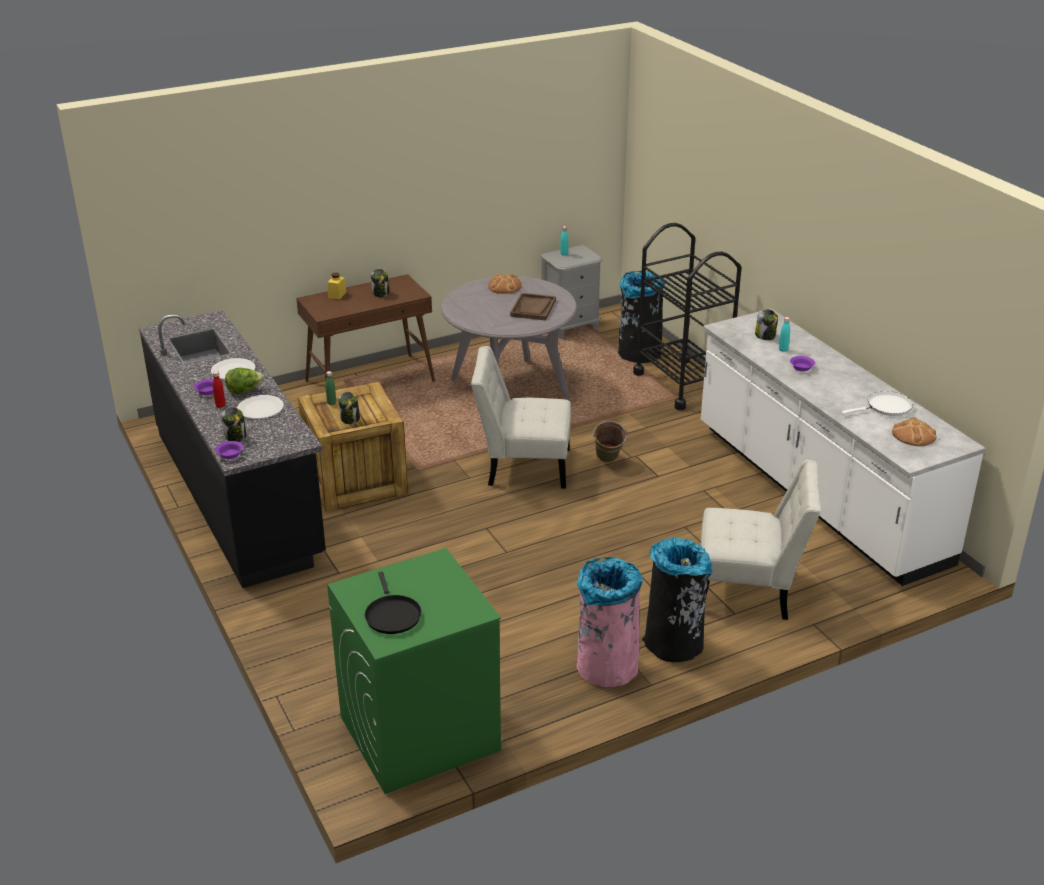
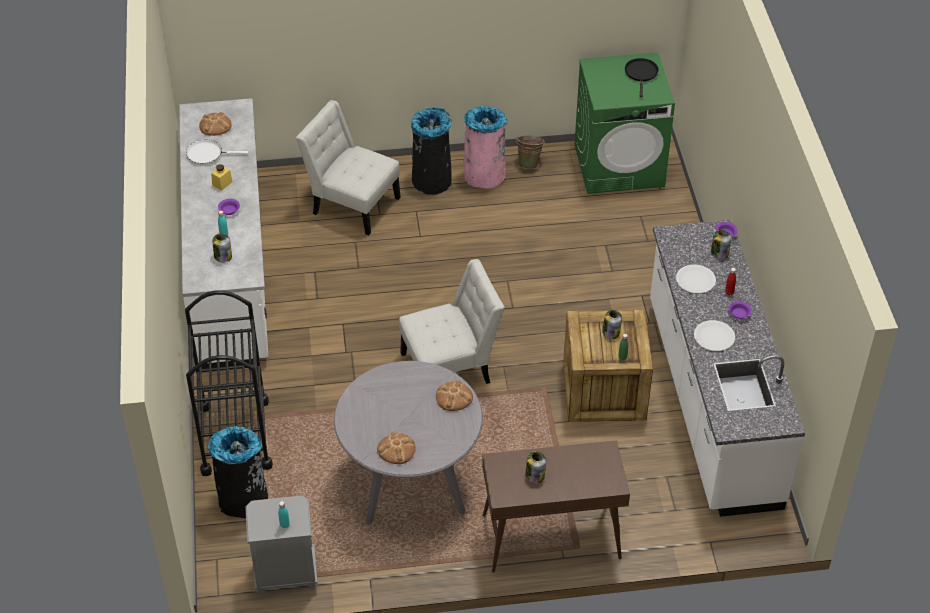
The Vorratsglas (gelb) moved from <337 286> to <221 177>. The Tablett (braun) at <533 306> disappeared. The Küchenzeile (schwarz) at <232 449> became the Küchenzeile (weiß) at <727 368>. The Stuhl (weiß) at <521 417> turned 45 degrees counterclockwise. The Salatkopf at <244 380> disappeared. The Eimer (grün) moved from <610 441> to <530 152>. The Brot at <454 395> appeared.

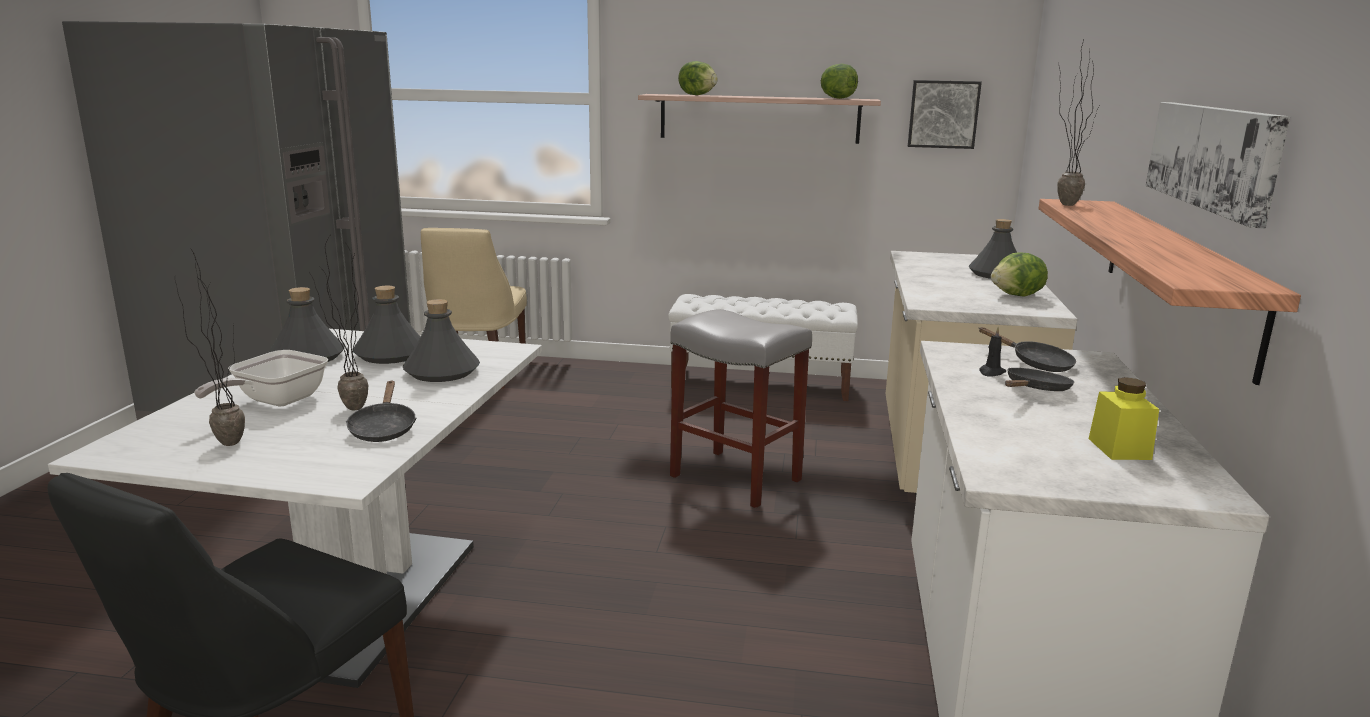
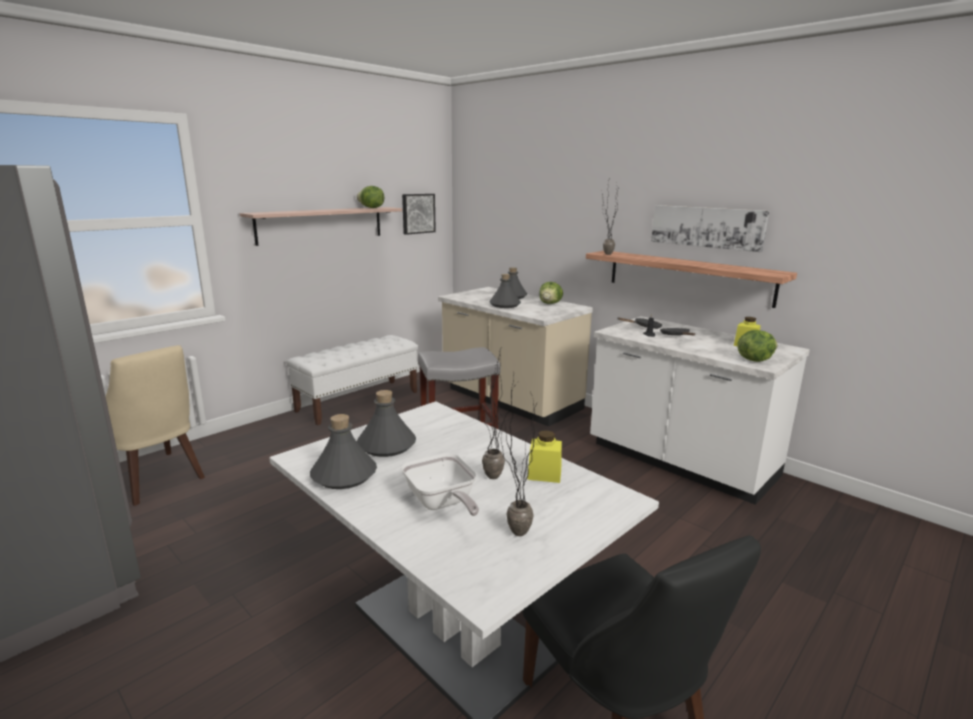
The Salatkopf moved from <698 78> to <757 346>. The Flasche (grau) moved from <441 340> to <505 291>. The Pfanne (schwarz) at <381 411> was replaced by the Vorratsglas (gelb) at <544 456>.

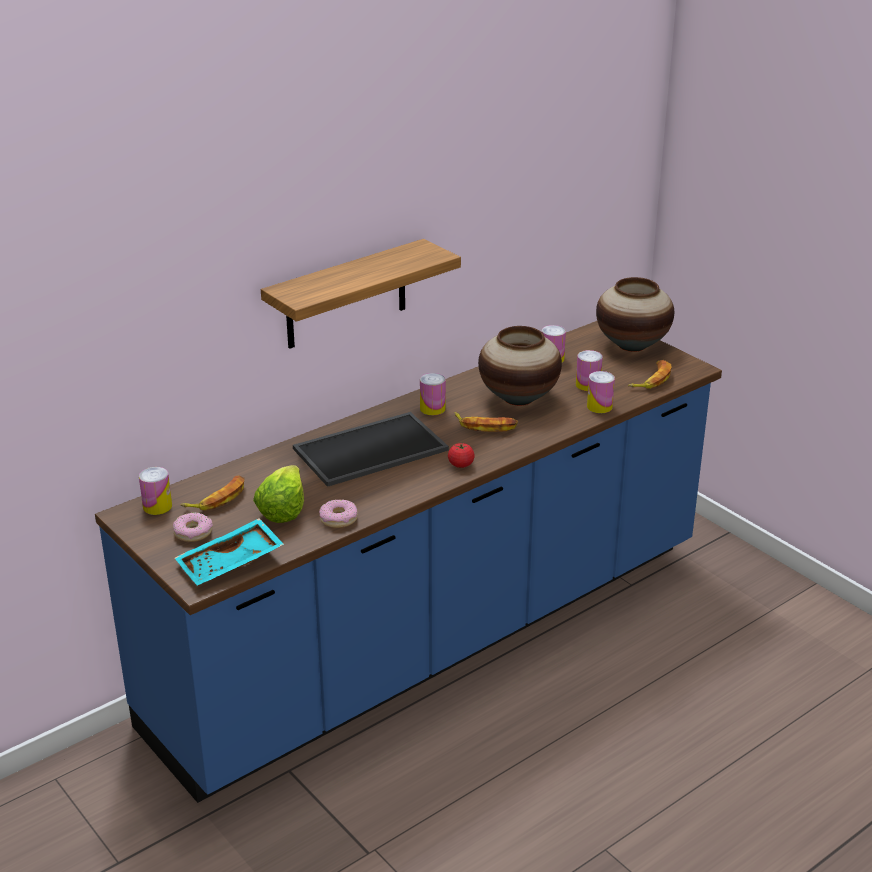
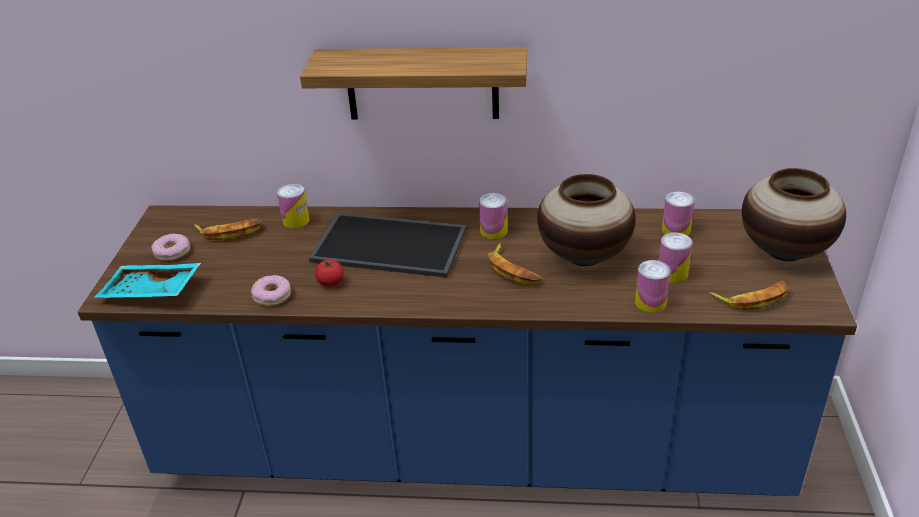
The Tomate moved from <461 455> to <329 273>. The Salatkopf at <278 494> disappeared. The Dose moved from <155 491> to <293 206>.

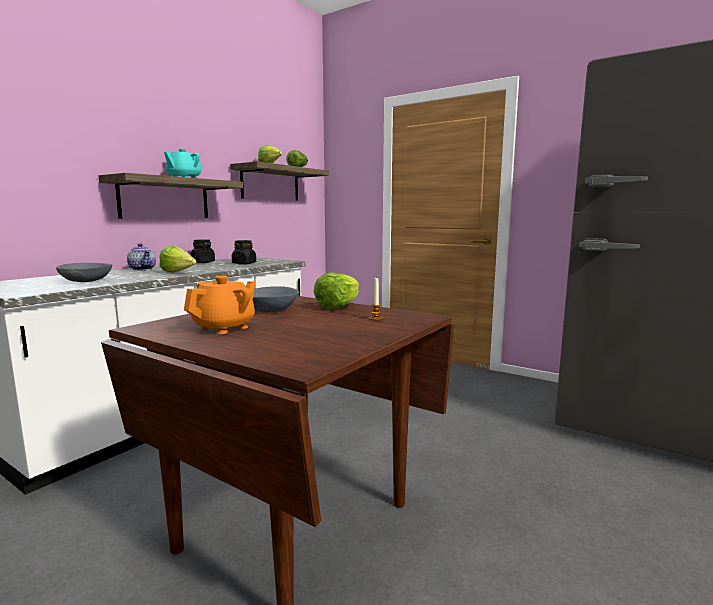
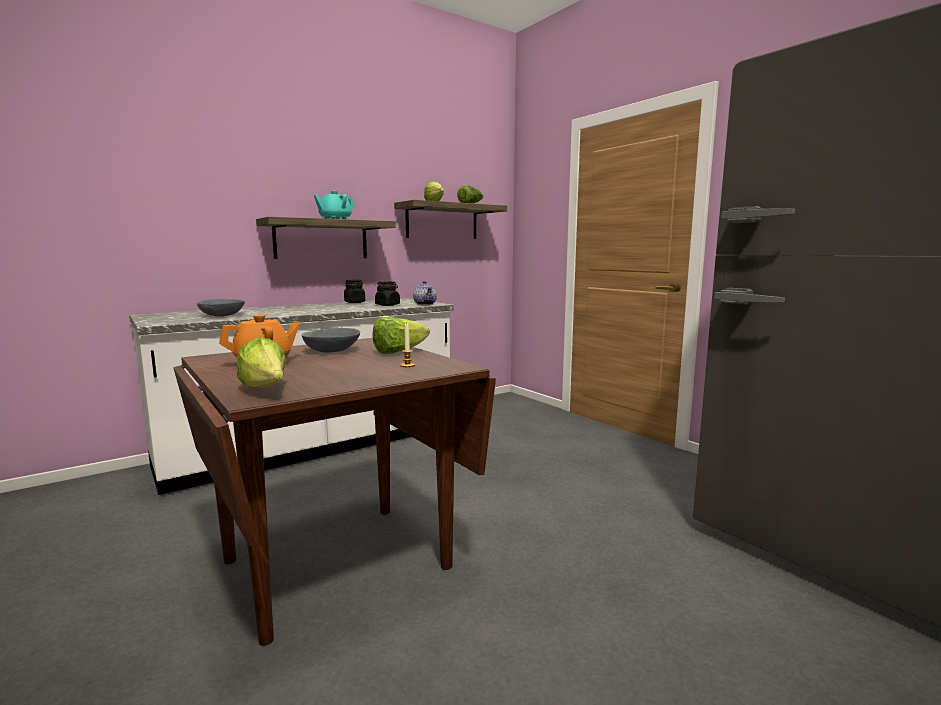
The Teekanne moved from <141 257> to <425 293>. The Salatkopf moved from <178 259> to <262 362>.

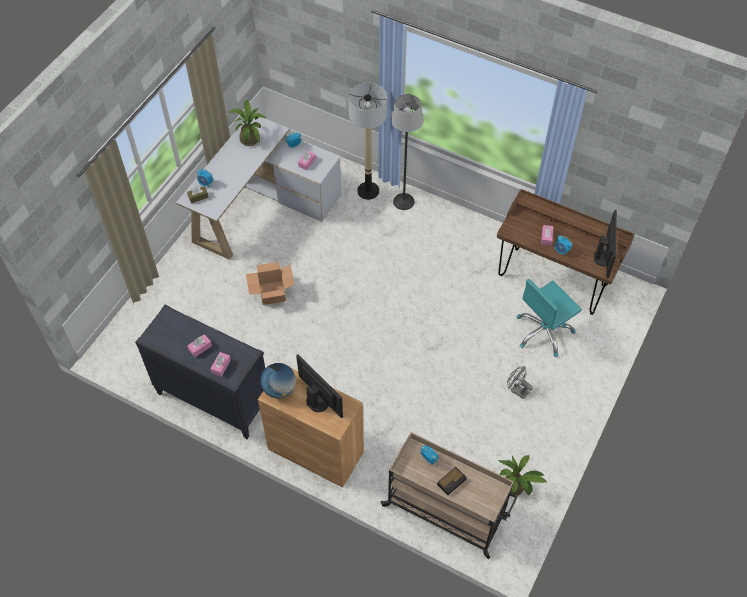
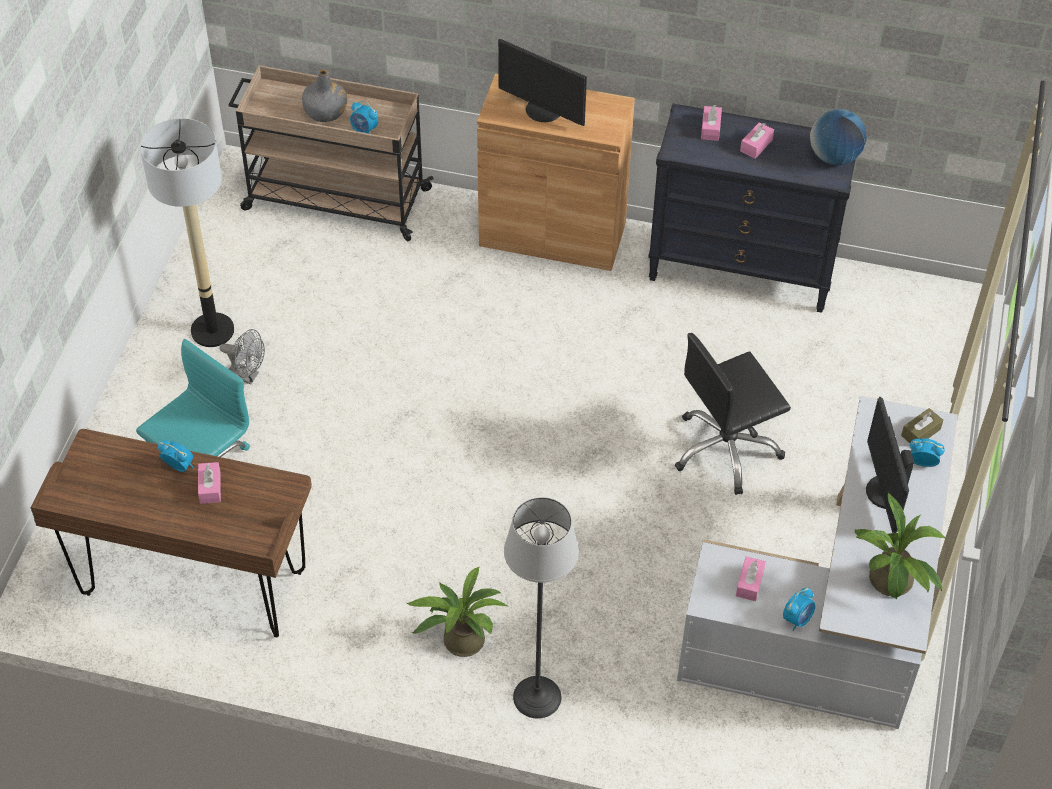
The Stehlampe moved from <367 141> to <187 232>. The Monitor moved from <605 244> to <890 465>. The Karton at <270 283> was replaced by the Bürostuhl (schwarz) at <733 414>. The Globus moved from <278 381> to <838 137>. The Topfpflanze moved from <523 475> to <458 612>. The Wecker at <452 481> was replaced by the Flasche (grau) at <324 95>.

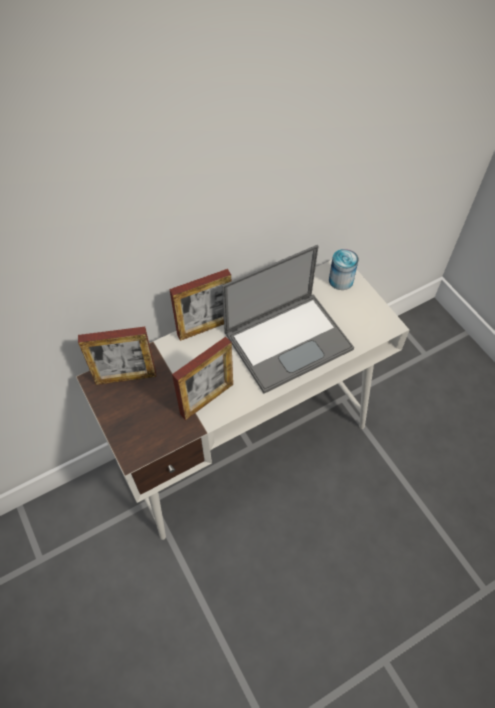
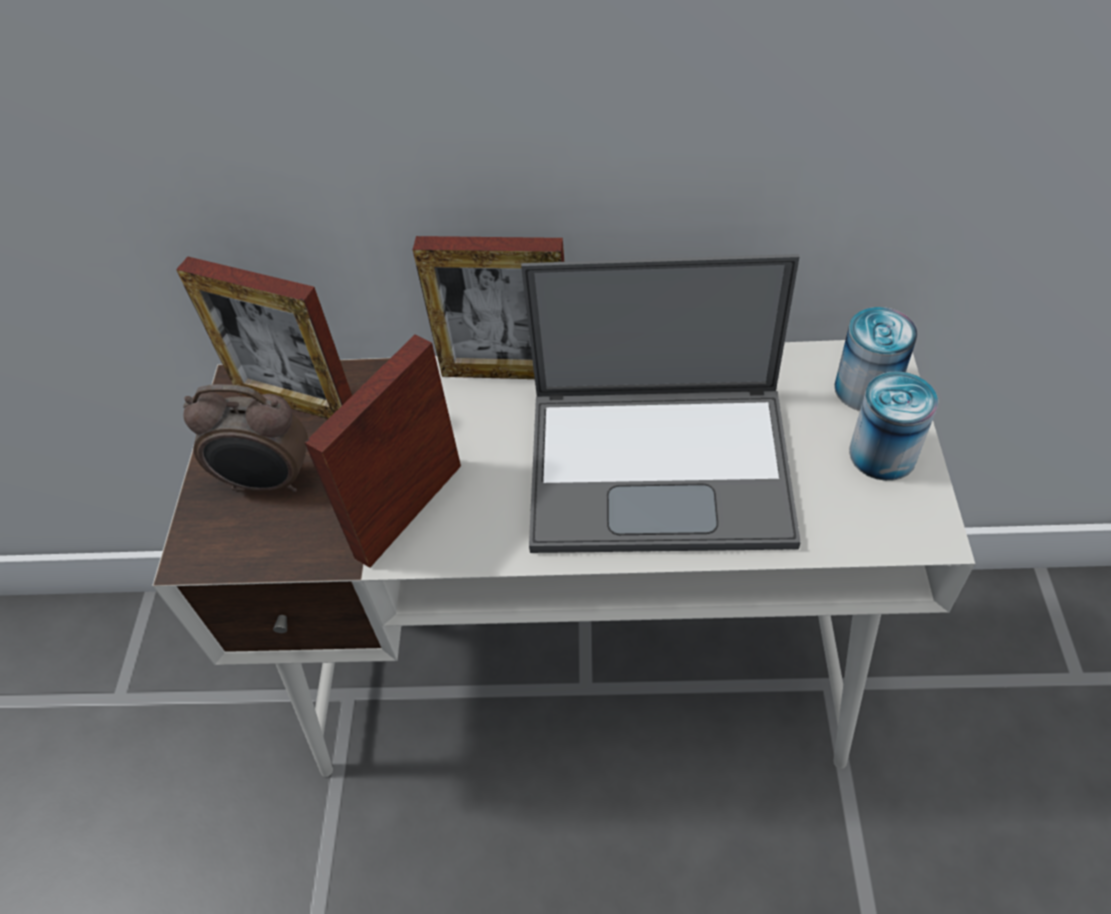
The Bilderrahmen at <202 378> turned 135 degrees clockwise. The Dose at <893 426> appeared. The Wecker at <245 438> appeared.

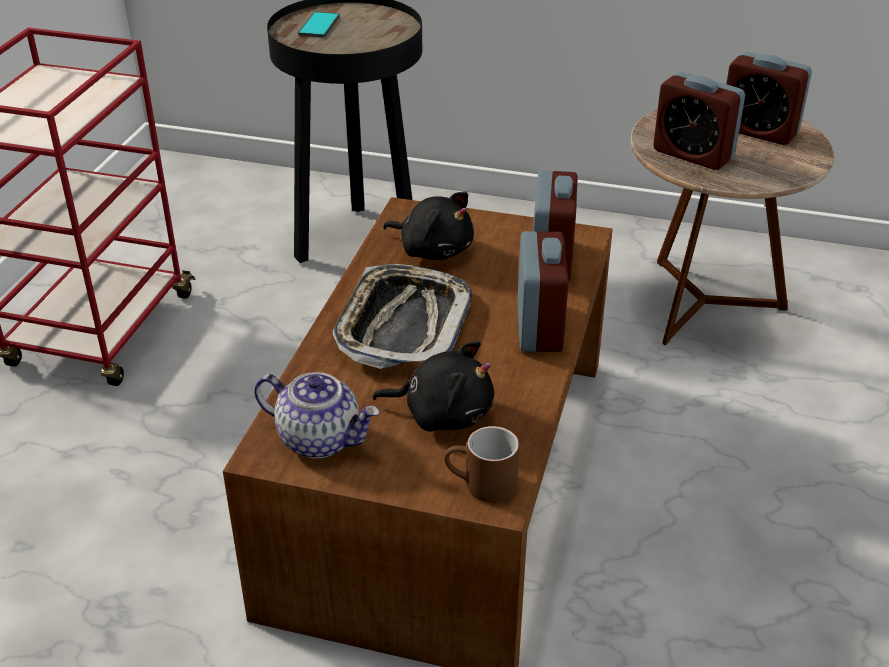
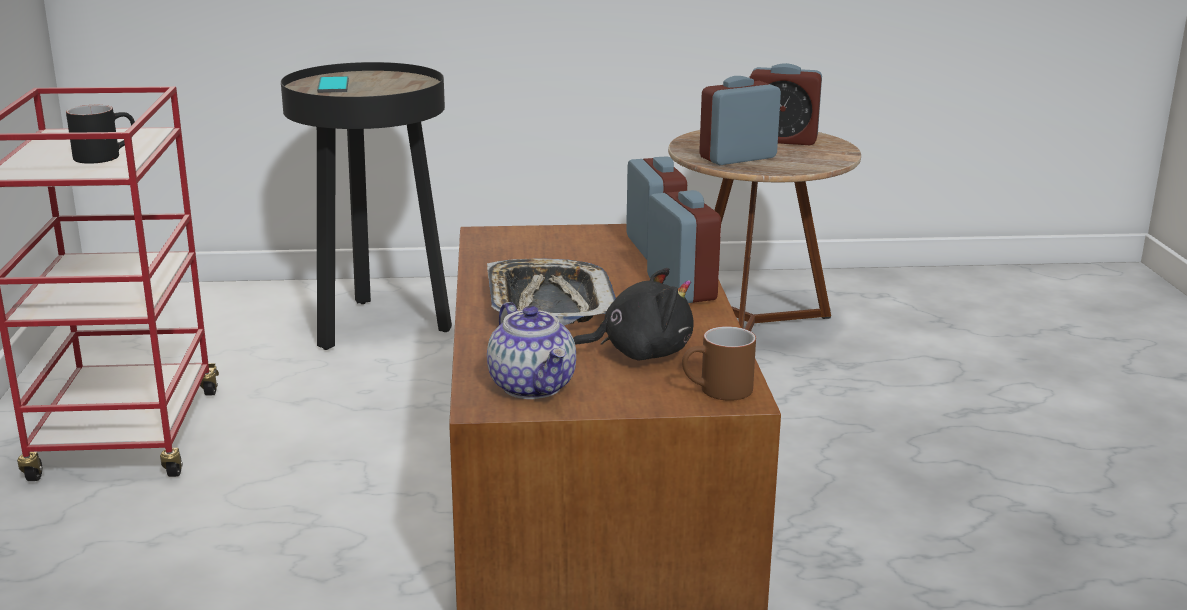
The Wecker at <699 121> turned 135 degrees clockwise. The Plüschtier (schwarz) at <428 226> disappeared. The Teekanne at <317 415> turned 60 degrees clockwise. The Henkelbecher (schwarz) at <100 134> appeared.

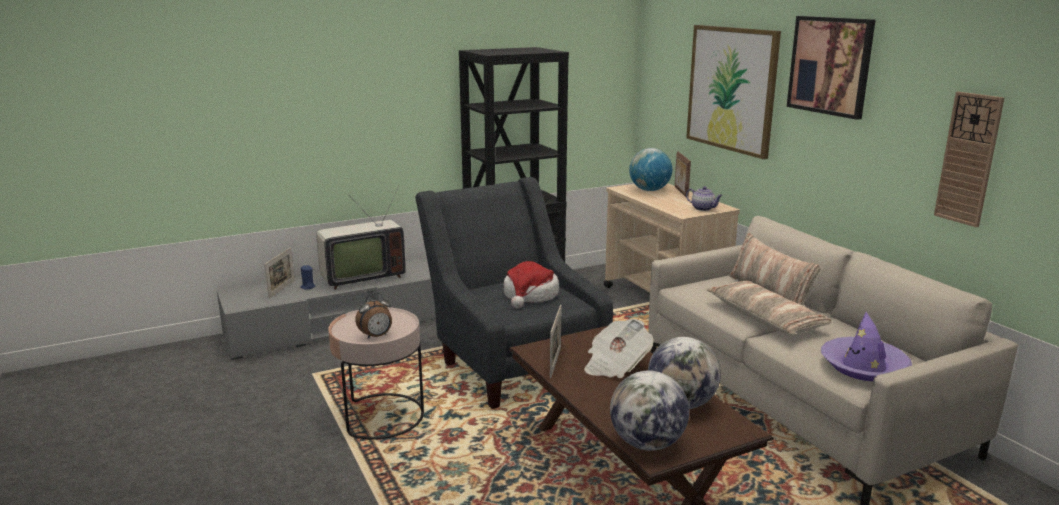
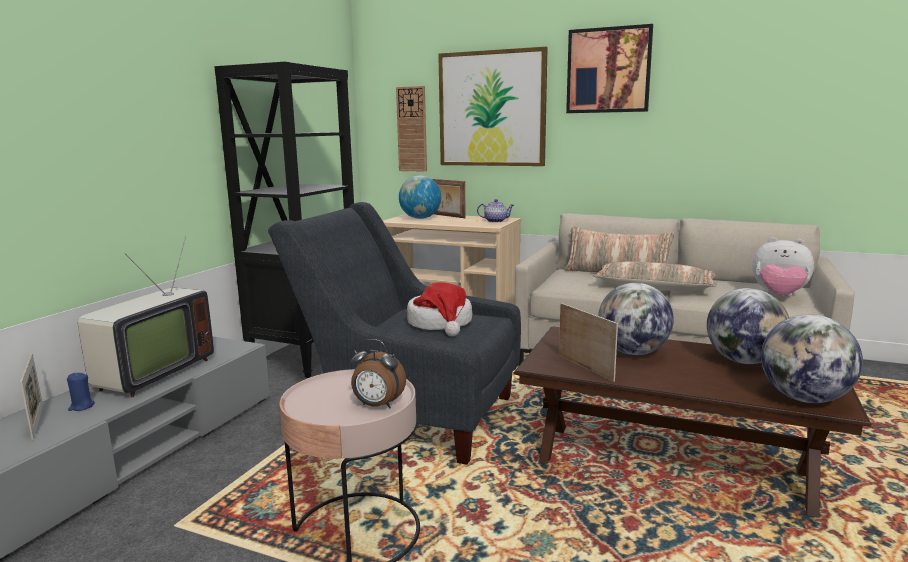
The Wanduhr moved from <969 159> to <411 129>. The Wecker at <373 316> turned 90 degrees clockwise. The Hut (lila) at <866 346> was replaced by the Plüschtier at <783 266>. The Zeitung at <618 348> was replaced by the Globus at <636 319>.

